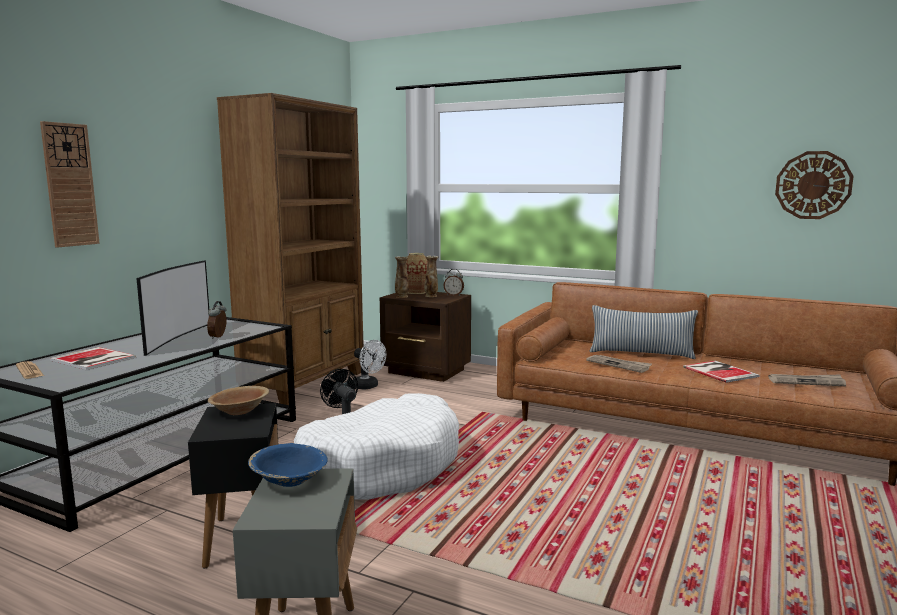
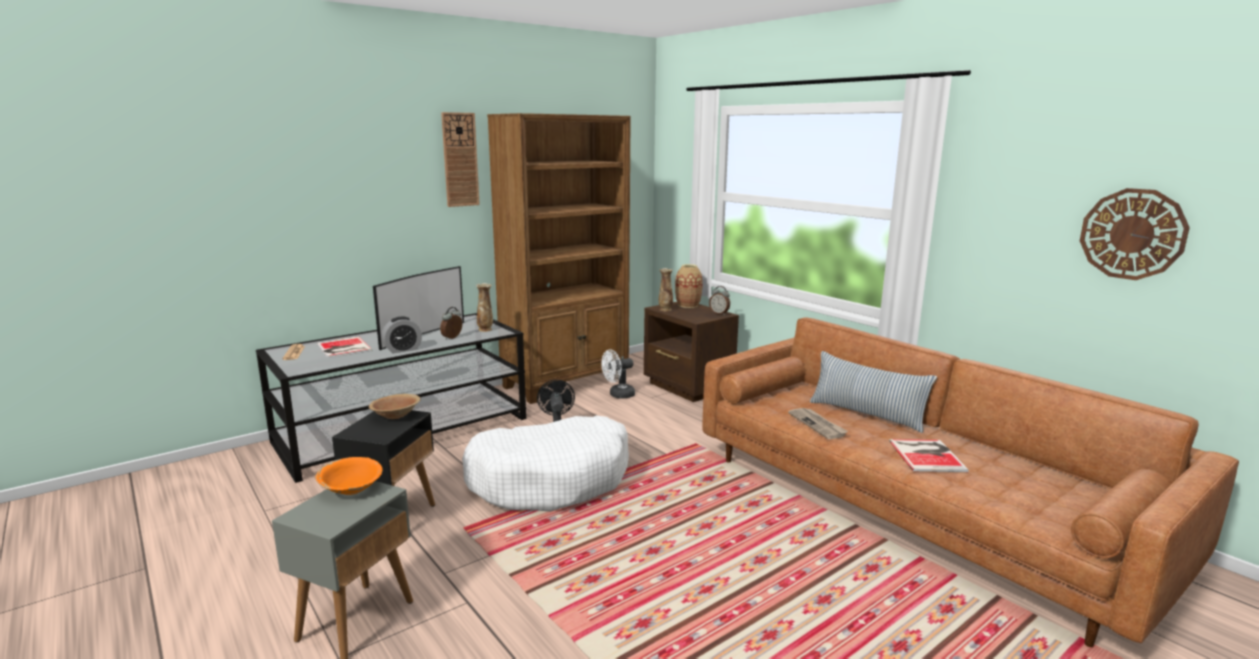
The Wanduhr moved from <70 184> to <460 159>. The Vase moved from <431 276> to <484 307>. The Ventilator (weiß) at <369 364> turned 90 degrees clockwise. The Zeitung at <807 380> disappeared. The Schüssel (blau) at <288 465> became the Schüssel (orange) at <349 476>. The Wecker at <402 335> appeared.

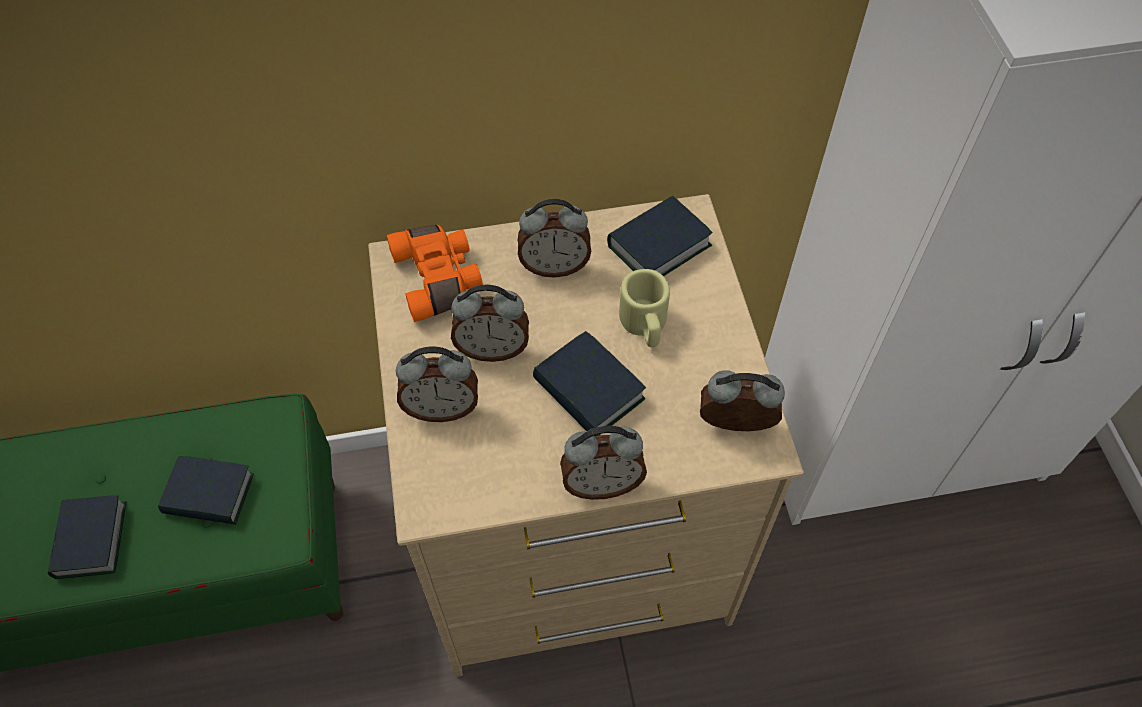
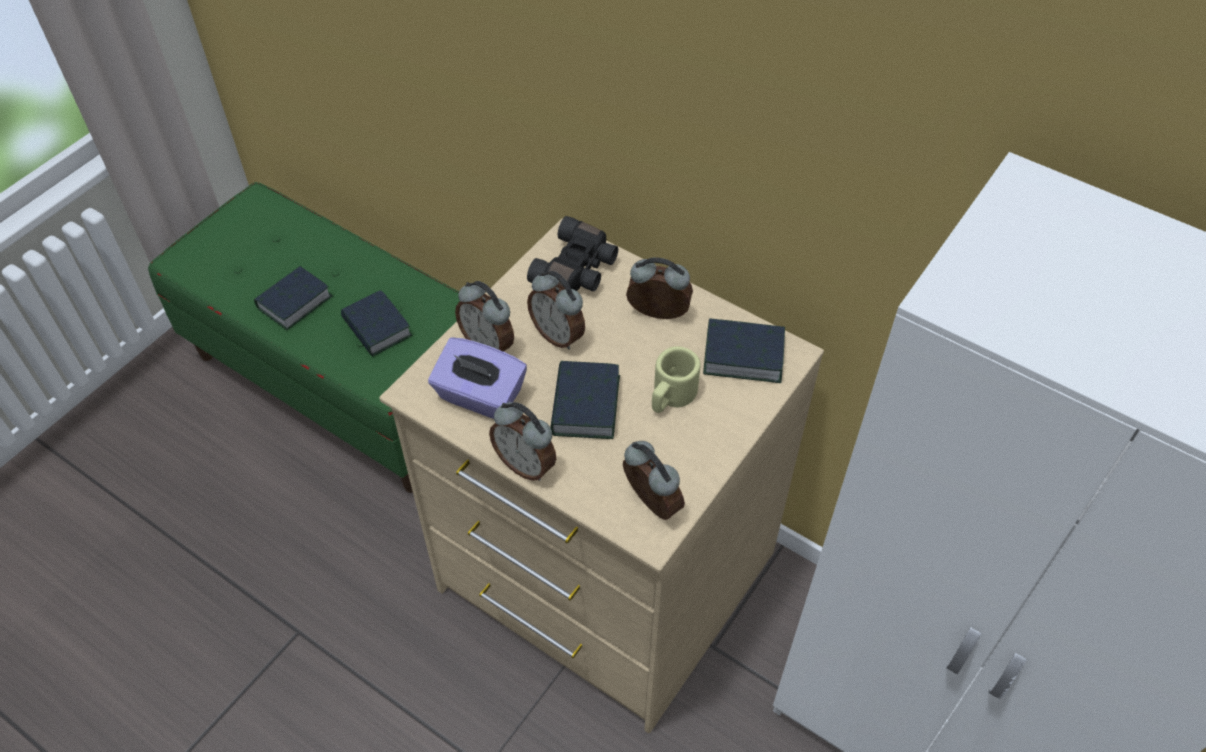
The Wecker at <554 238> turned 150 degrees clockwise. The Fernglas (orange) at <434 273> became the Fernglas (schwarz) at <572 253>. The Taschentuchbox (lila) at <477 378> appeared.

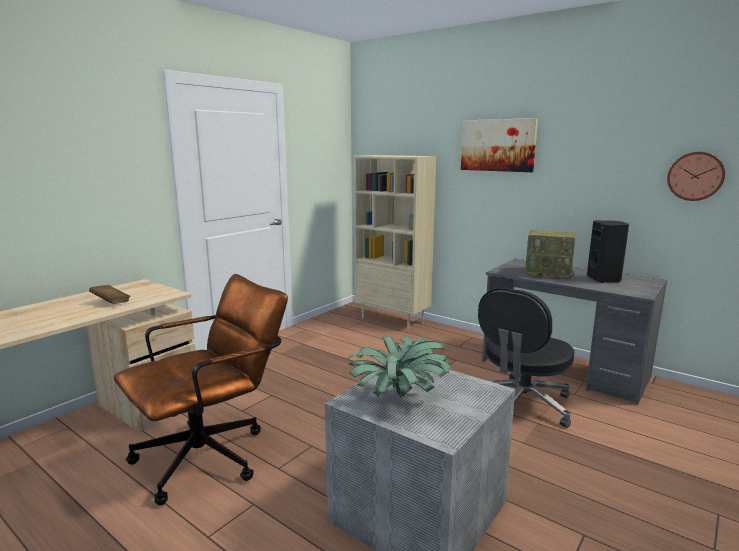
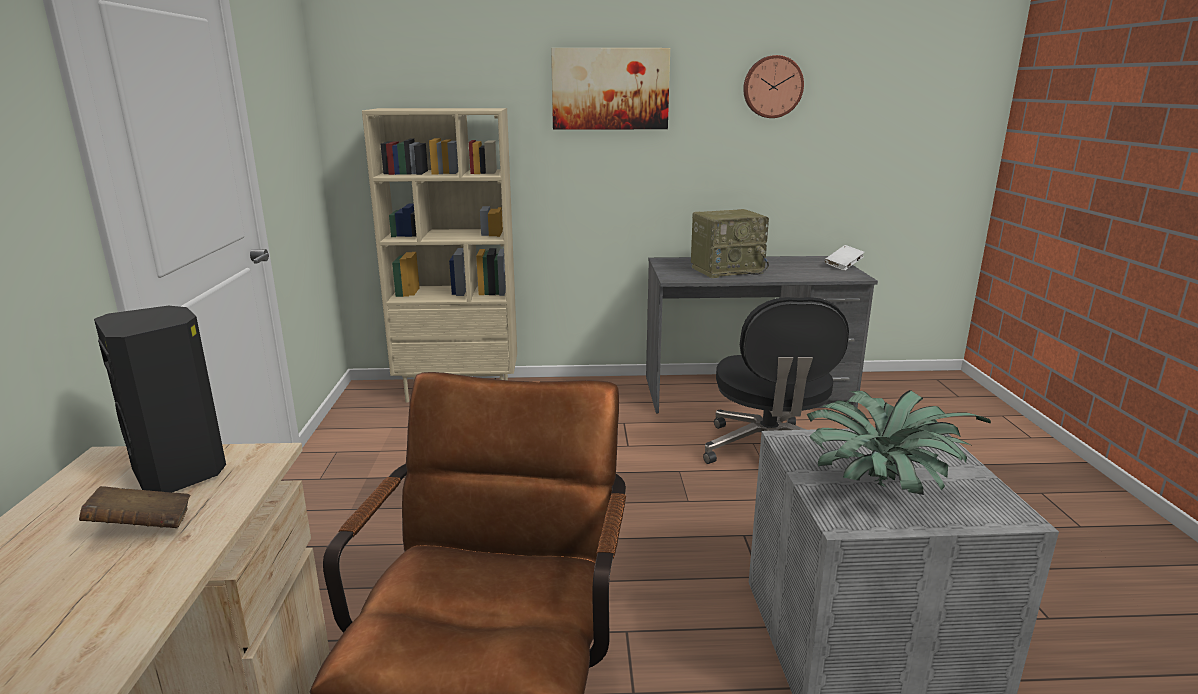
The Wanduhr moved from <696 176> to <773 86>. The Lautsprecher (schwarz) moved from <608 251> to <160 399>. The Buch (weiß) at <844 258> appeared.

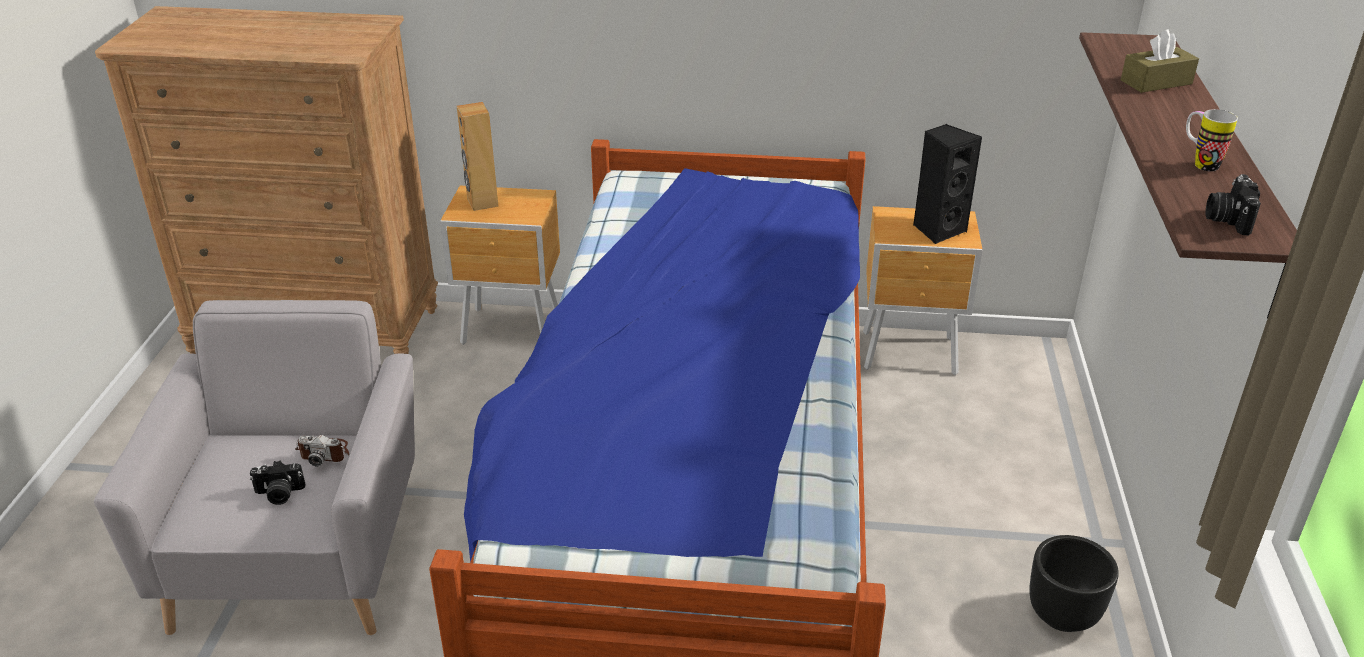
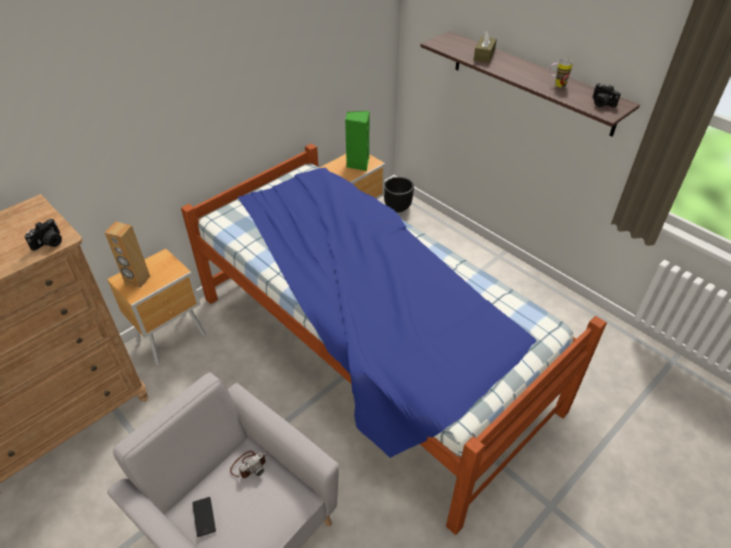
The Lautsprecher (schwarz) at <947 184> became the Lautsprecher (grün) at <357 141>. The Kamera moved from <277 482> to <43 235>. The Pflanzkübel (schwarz) moved from <1074 583> to <399 195>. The Handy at <204 517> appeared.

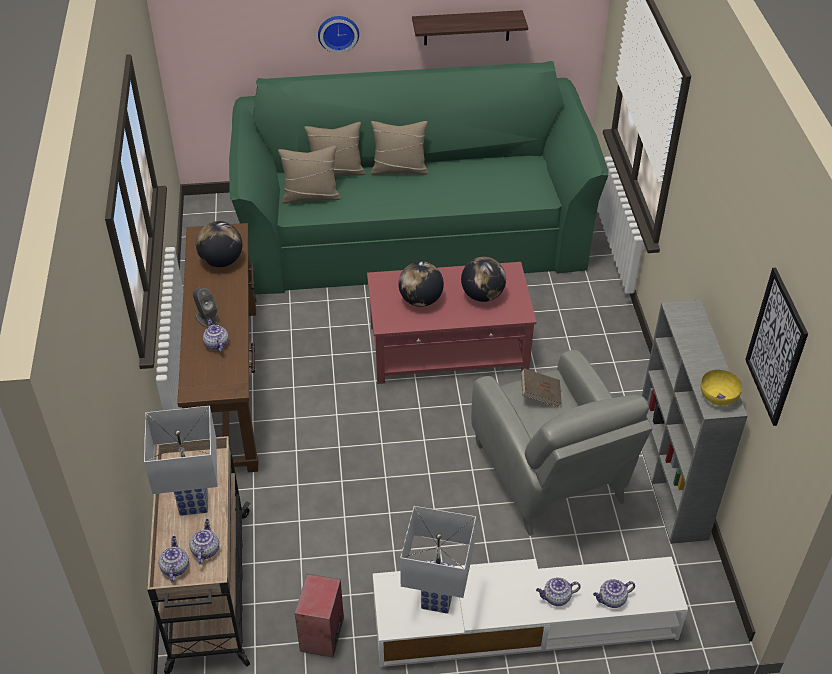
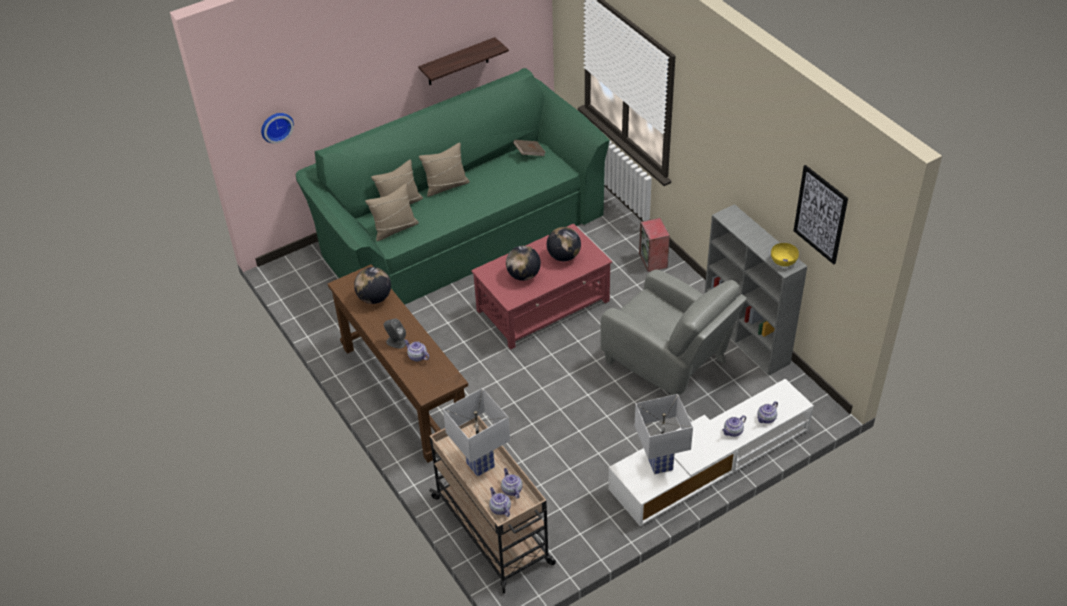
The Wanduhr moved from <338 34> to <277 128>. The Buch (braun) moved from <541 387> to <529 148>. The Lautsprecher moved from <319 615> to <654 245>.

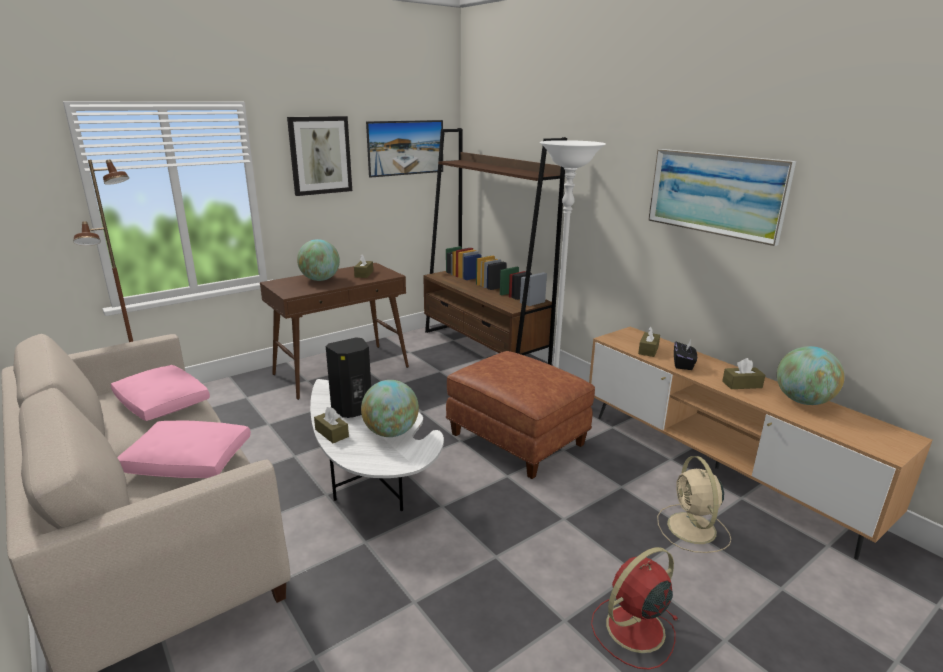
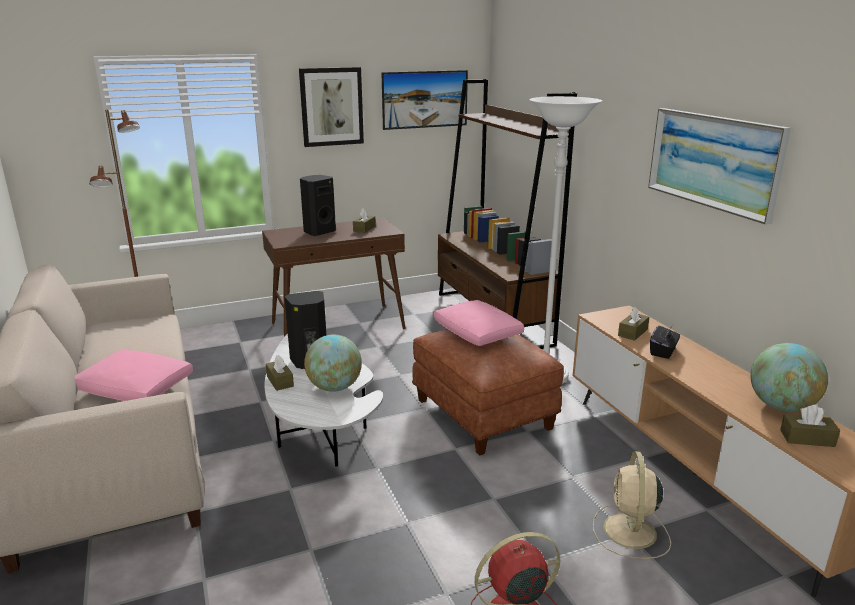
The Globus at <318 260> was replaced by the Lautsprecher (schwarz) at <318 205>. The Taschentuchbox (braun) moved from <743 373> to <810 426>. The Kissen (rosa) moved from <160 393> to <479 323>.

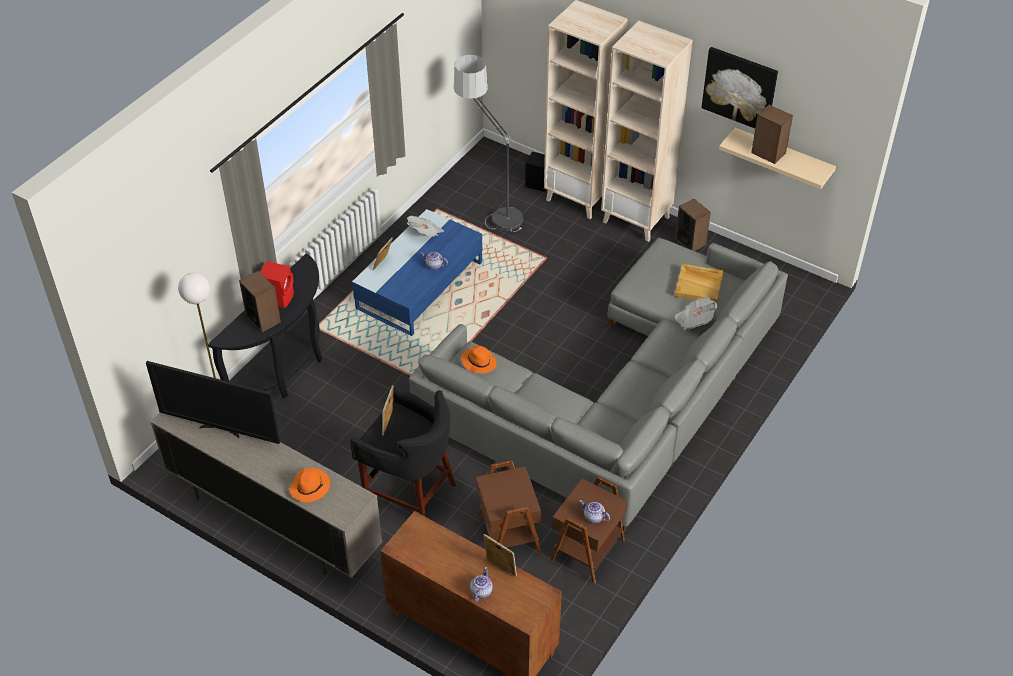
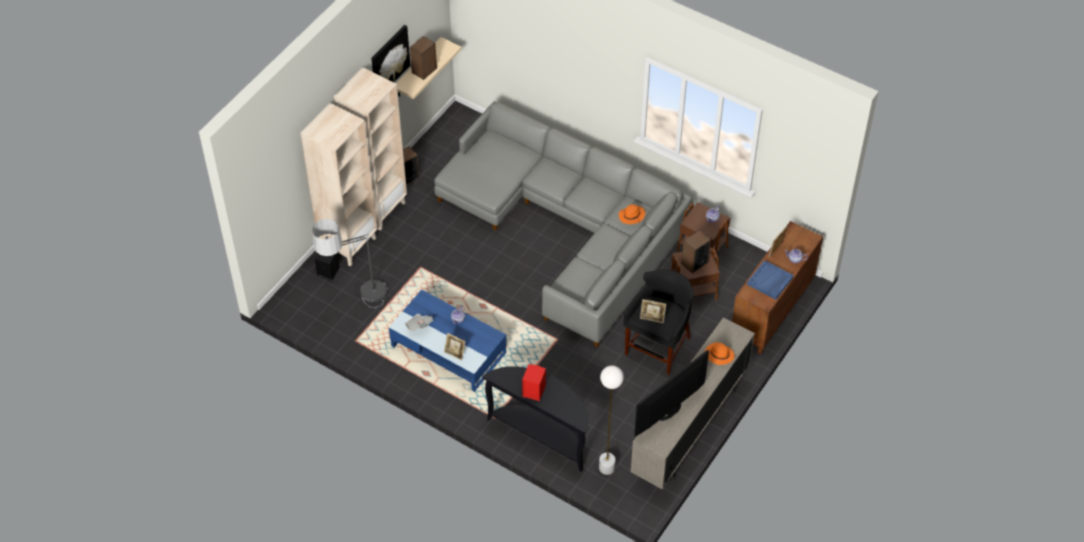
The Tablett (beige) at <699 283> disappeared. The Lautsprecher moved from <260 302> to <696 252>. The Zeitung at <696 313> disappeared. The Hut (orange) moved from <479 359> to <632 214>. The Fernseher at <213 402> turned 150 degrees counterclockwise. The Tablett (blau) at <770 280> appeared.

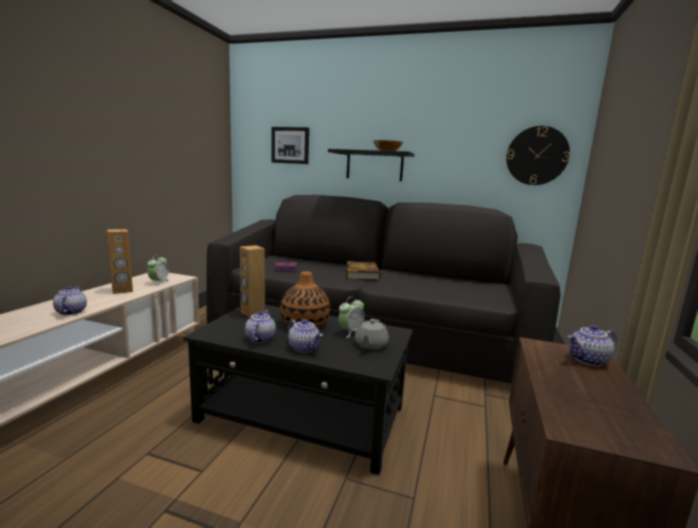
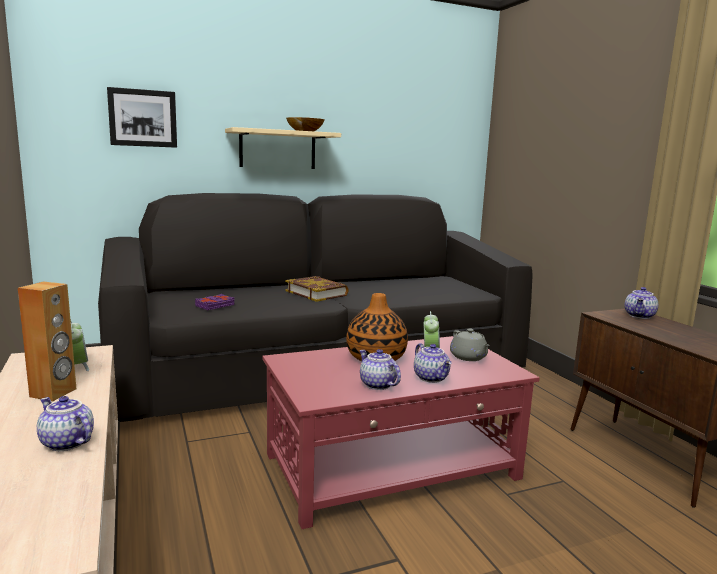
The Wanduhr at <538 155> disappeared. The Wandregal (schwarz) at <371 165> became the Wandregal (beige) at <283 148>. The Lautsprecher (braun) at <252 281> disappeared. The Couchtisch (schwarz) at <297 390> became the Couchtisch (rot) at <401 432>. The Teekanne at <305 336> turned 60 degrees clockwise.

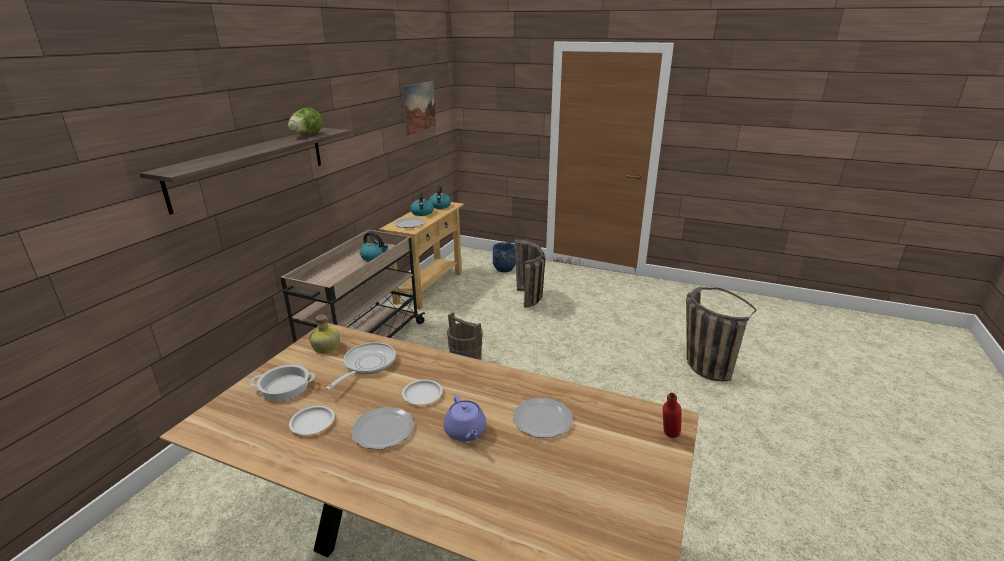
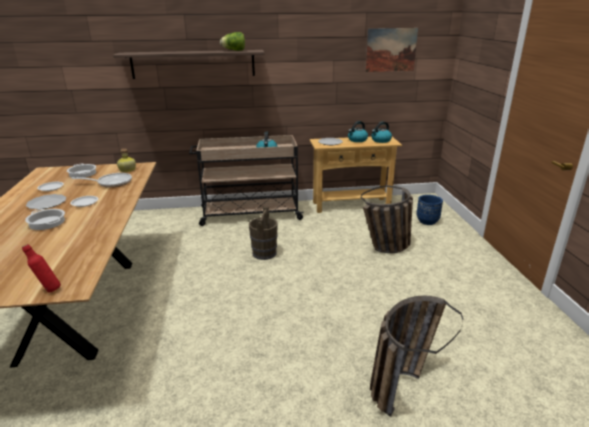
The Teekanne (lila) at <465 418> was replaced by the Kochtopf at <45 219>. The Teller at <543 418> disappeared.

